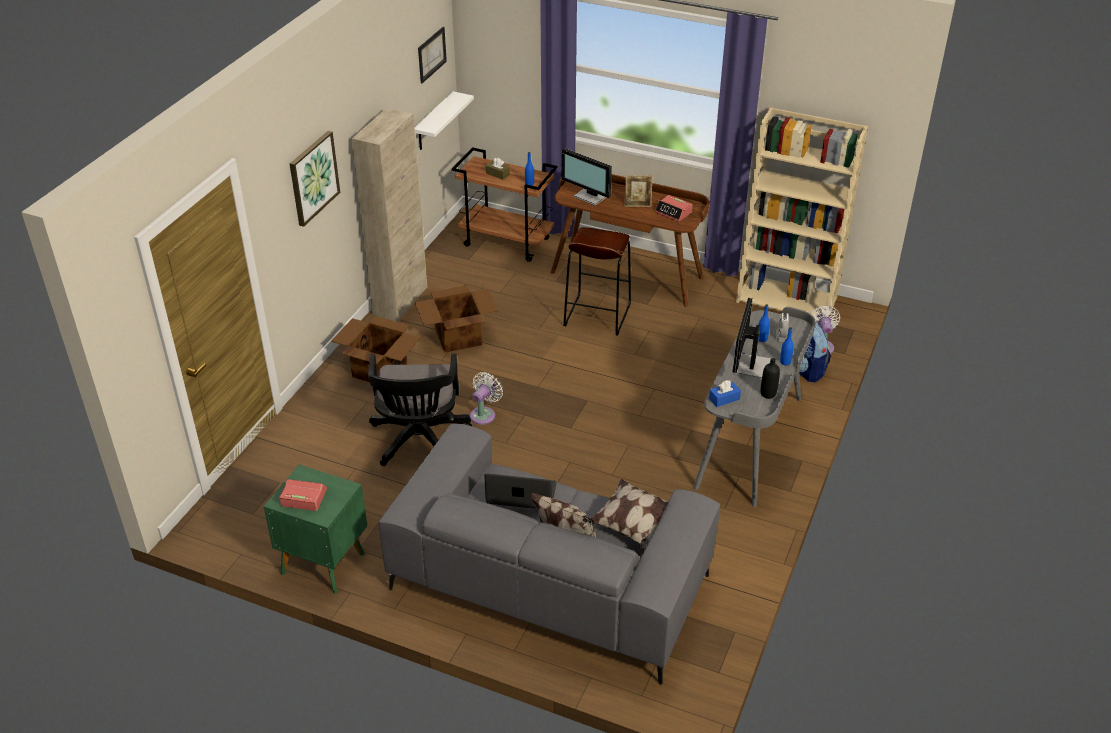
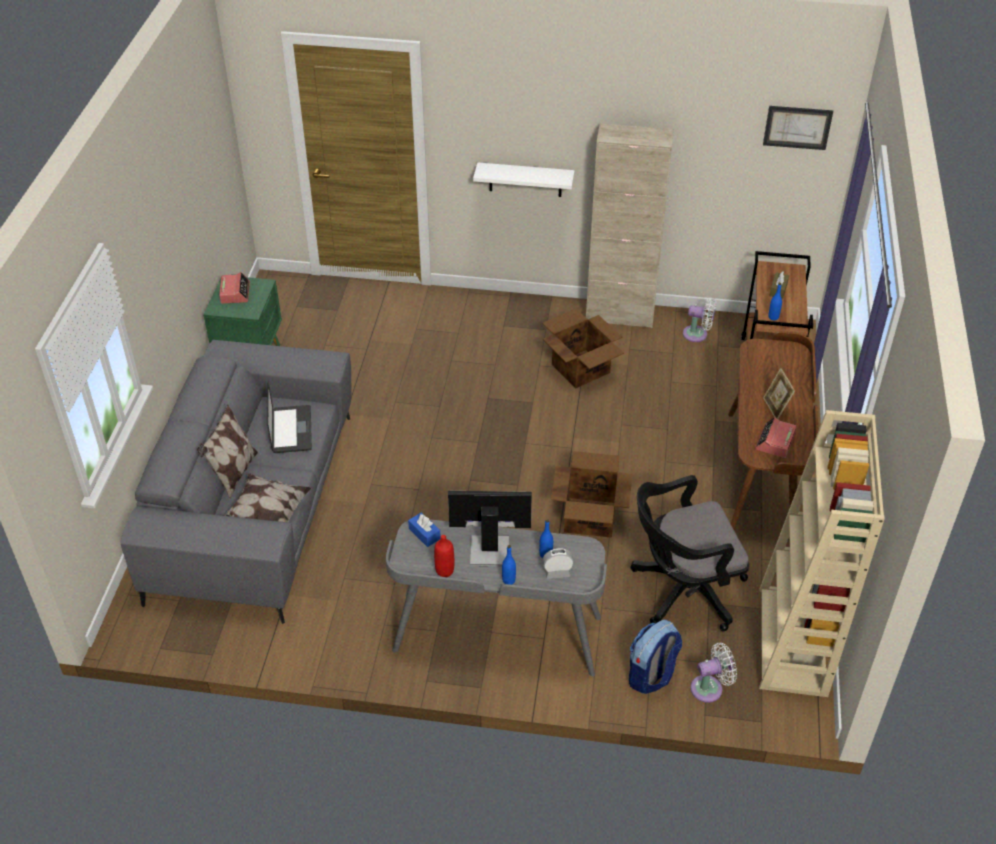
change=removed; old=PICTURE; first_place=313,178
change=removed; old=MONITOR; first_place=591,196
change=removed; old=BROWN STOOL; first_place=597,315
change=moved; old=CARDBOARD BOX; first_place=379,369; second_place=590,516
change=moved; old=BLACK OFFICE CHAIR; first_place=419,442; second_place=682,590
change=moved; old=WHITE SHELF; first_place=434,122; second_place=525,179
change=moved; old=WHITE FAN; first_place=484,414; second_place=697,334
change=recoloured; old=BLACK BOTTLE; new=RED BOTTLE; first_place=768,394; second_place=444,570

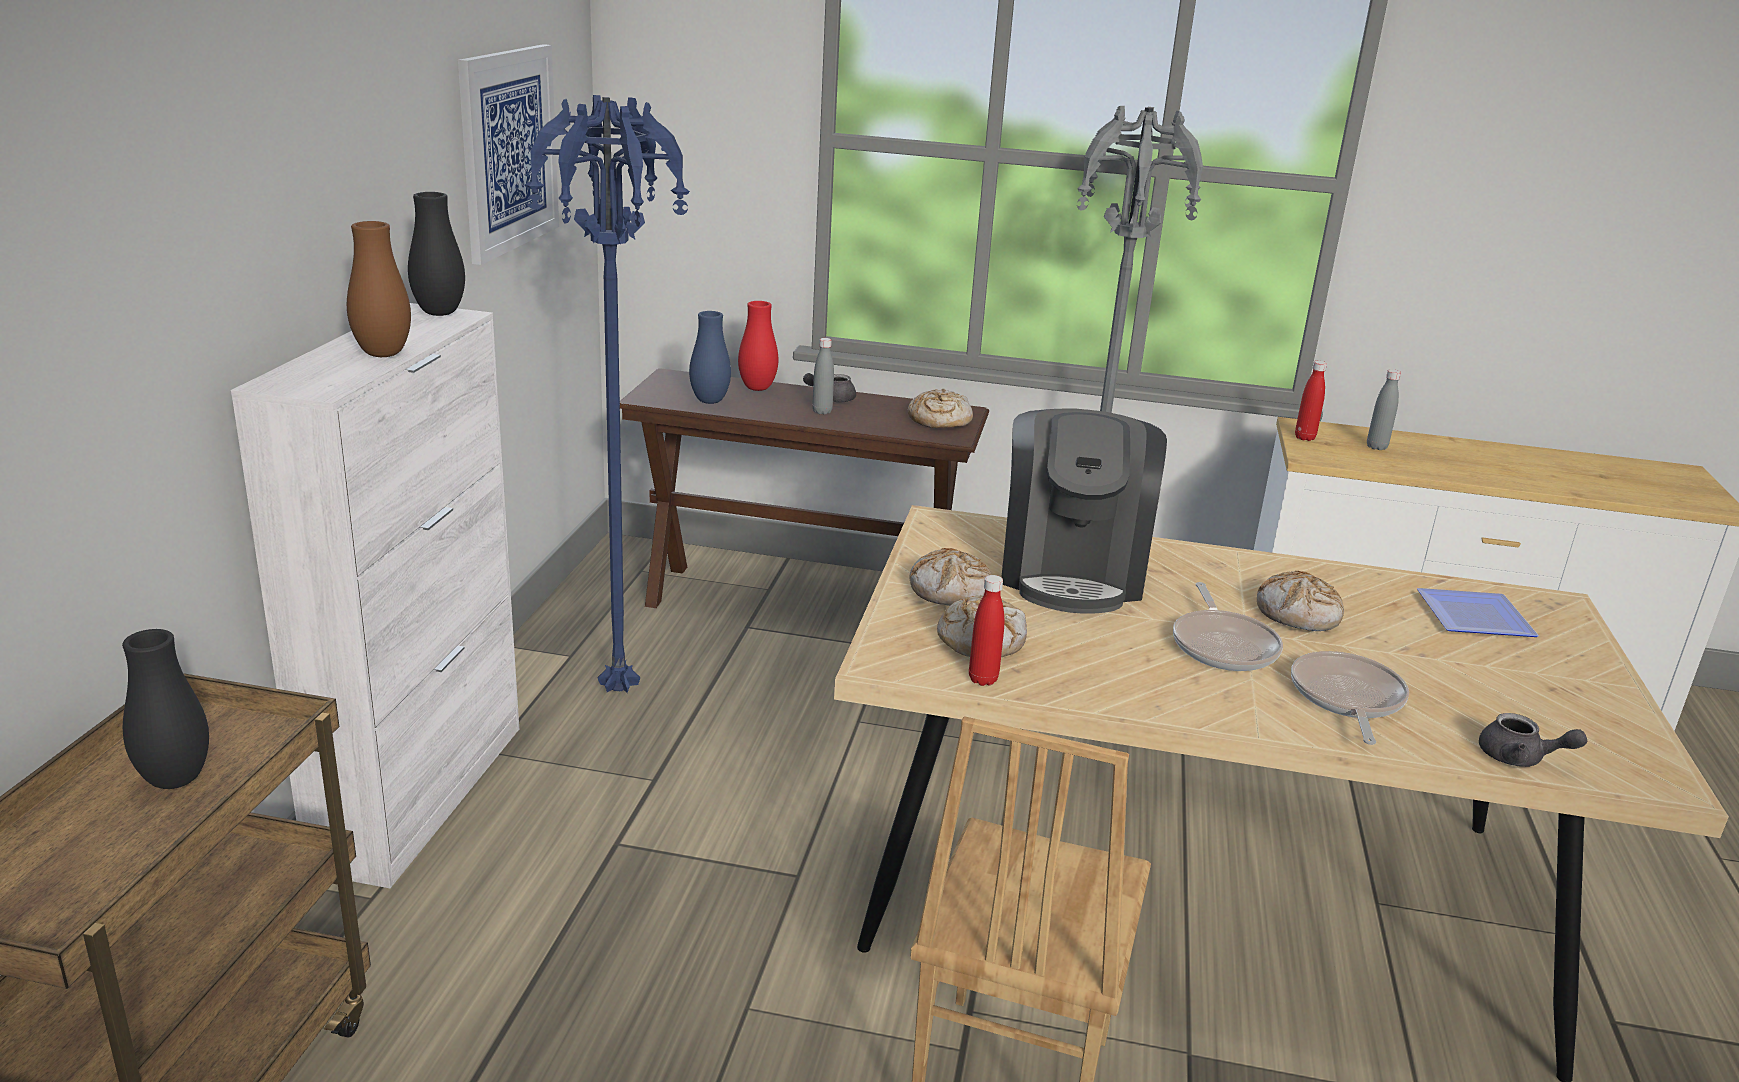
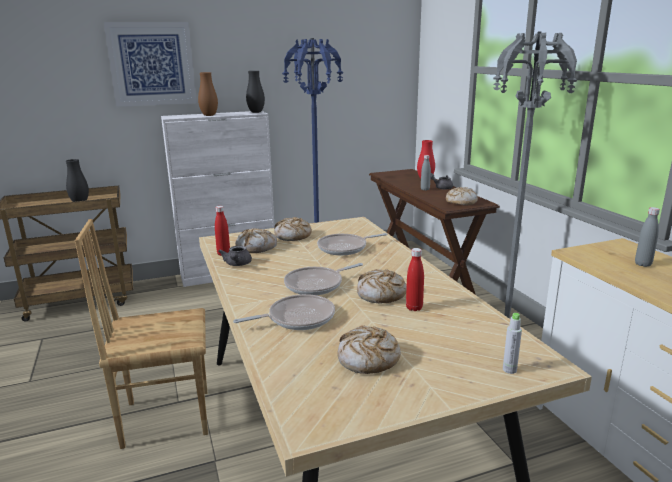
change=removed; old=BLUE VASE; first_place=710,401
change=removed; old=PLATE; first_place=1476,616
change=added; new=BREAD; second_place=368,359
change=added; new=GREY BOTTLE; second_place=509,370
change=moved; old=PICTURE; first_place=508,150; second_place=152,64
change=moved; old=RED BOTTLE; first_place=1304,438; second_place=414,308
change=moved; old=GREY TEAPOT; first_place=1519,758; second_place=237,264
change=replaced; old=COFFEE MACHINE; new=FRYING PAN; first_place=1071,573; second_place=345,248

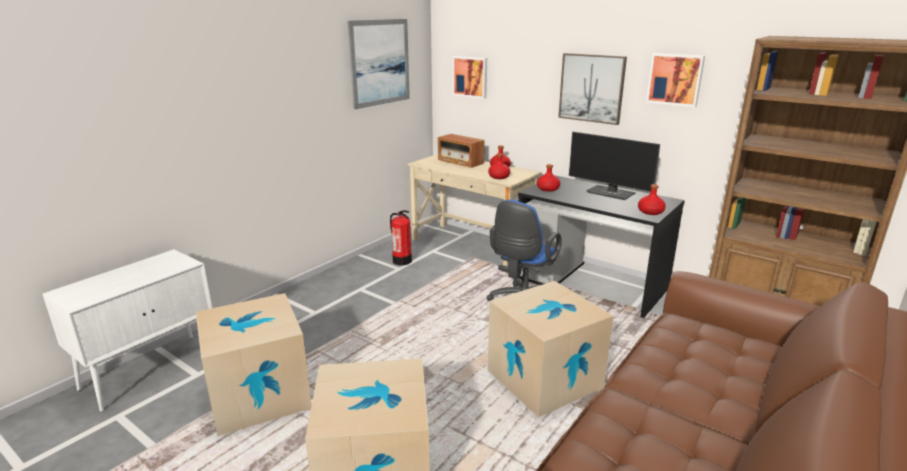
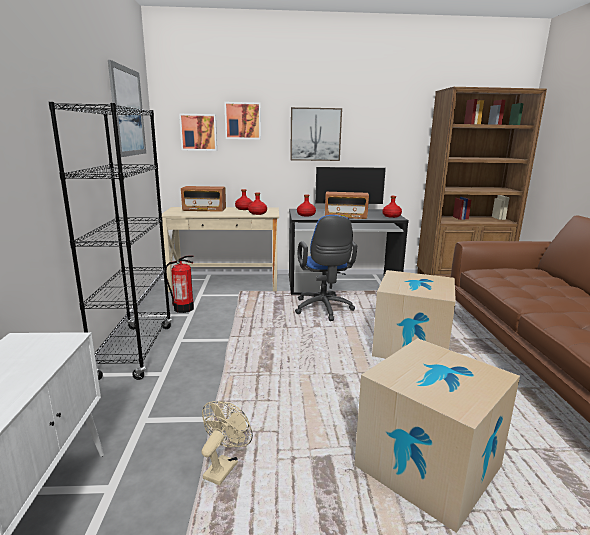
change=added; new=BLACK BOOKCASE; second_place=135,351
change=added; new=RADIO; second_place=345,216
change=moved; old=PICTURE; first_place=675,79; second_place=243,121
change=replaced; old=CARDBOARD BOX; new=BEIGE FAN; first_place=259,395; second_place=223,466

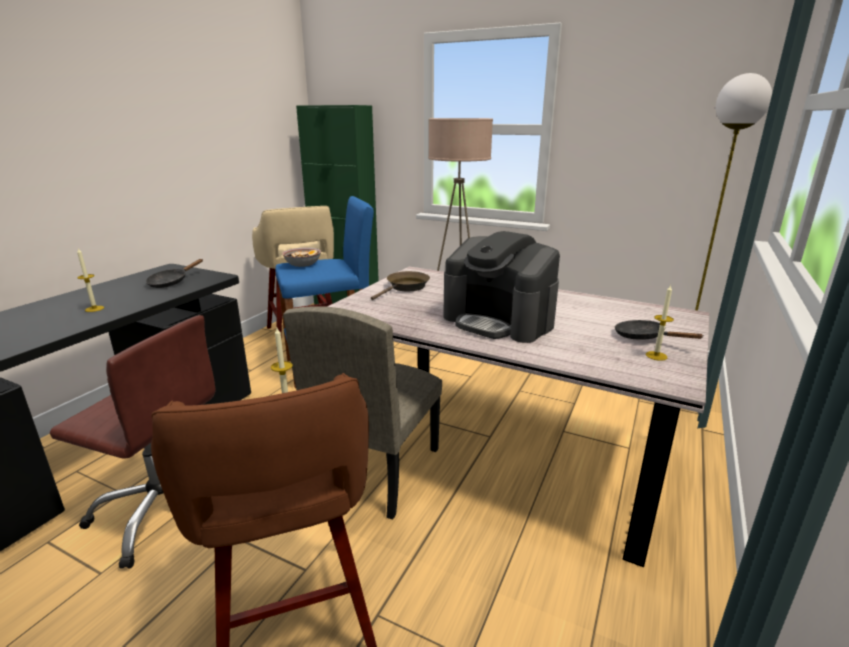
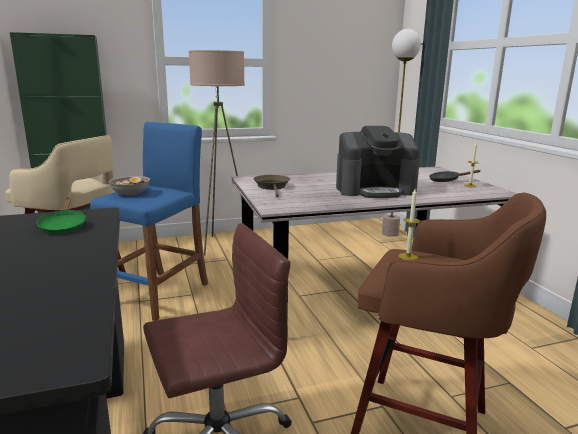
change=removed; old=CANDLE; first_place=94,309
change=removed; old=BEIGE CHAIR; first_place=376,470
change=recoloured; old=BLACK FRYING PAN; new=GREEN FRYING PAN; first_place=171,282; second_place=63,226

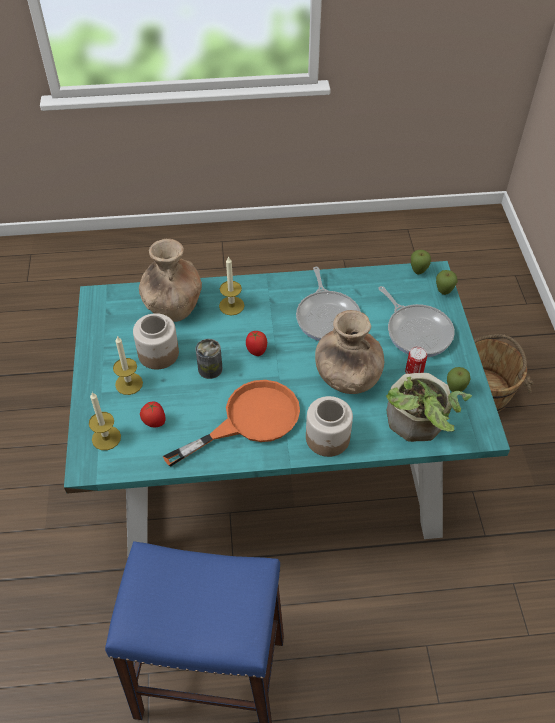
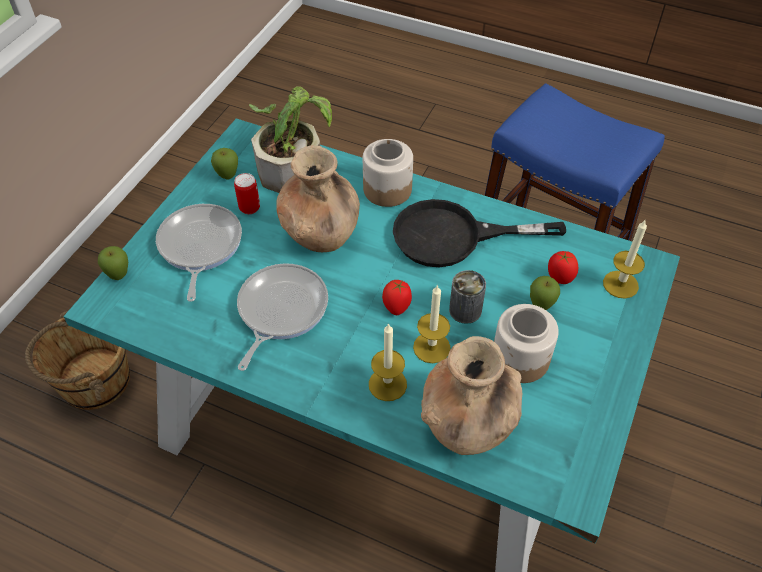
change=moved; old=CANDLE; first_place=129,383; second_place=431,347
change=moved; old=APPLE; first_place=418,272; second_place=540,306
change=recoloured; old=ORANGE FRYING PAN; new=BLACK FRYING PAN; first_place=249,420; second_place=454,236

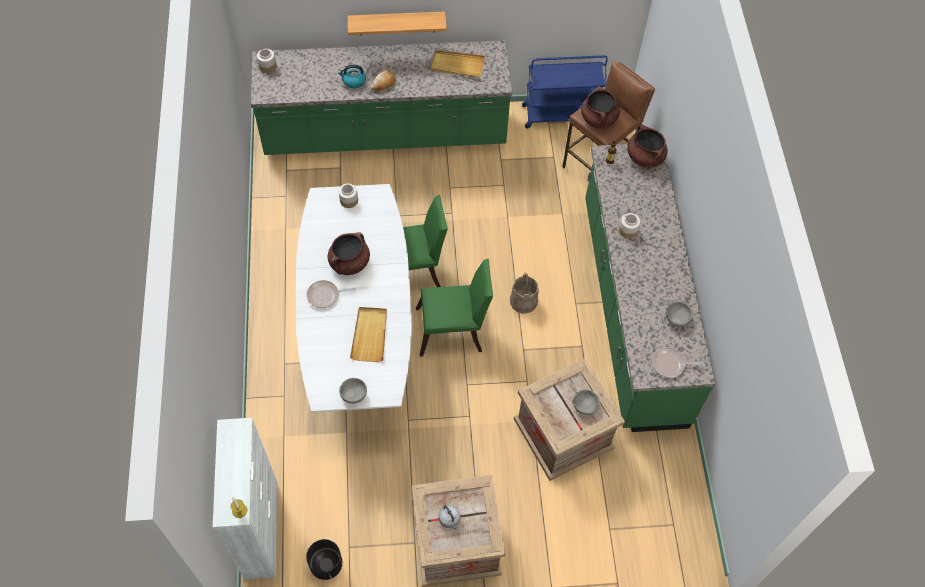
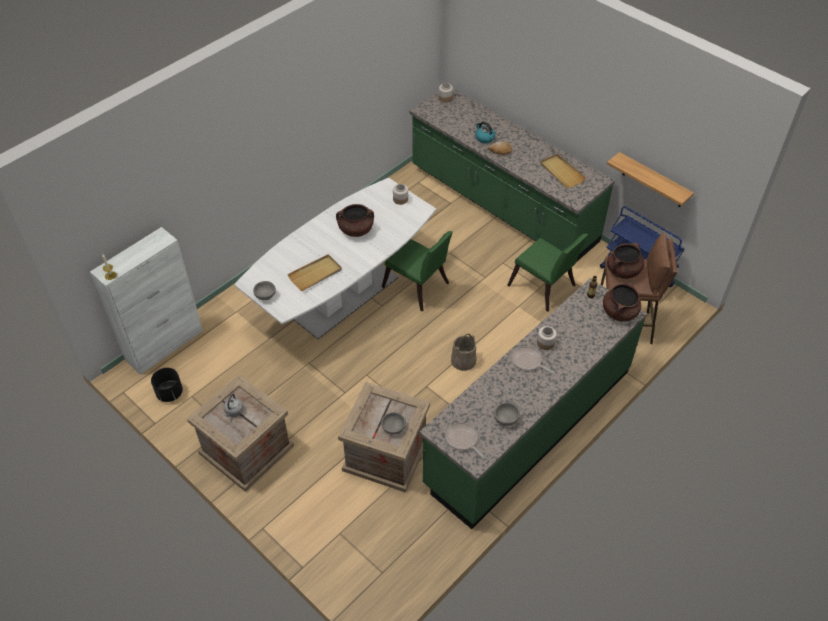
change=moved; old=FRYING PAN; first_place=325,295; second_place=528,361
change=moved; old=SHELF; first_place=396,23; second_place=653,181
change=moved; old=GREEN CHAIR; first_place=454,330; second_place=544,288

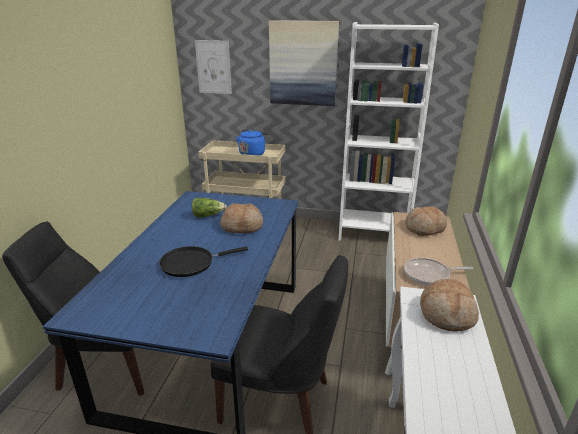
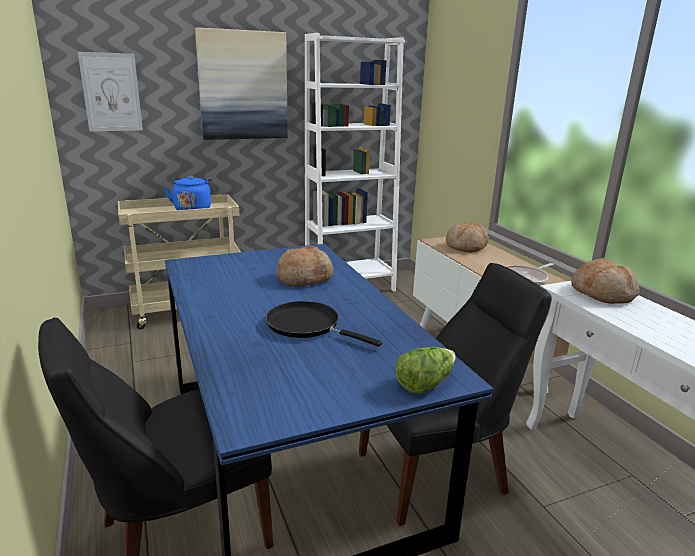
change=moved; old=LETTUCE; first_place=208,215; second_place=425,383
change=turned; old=BLACK FRYING PAN; first_place=191,263; second_place=307,325; degrees=90

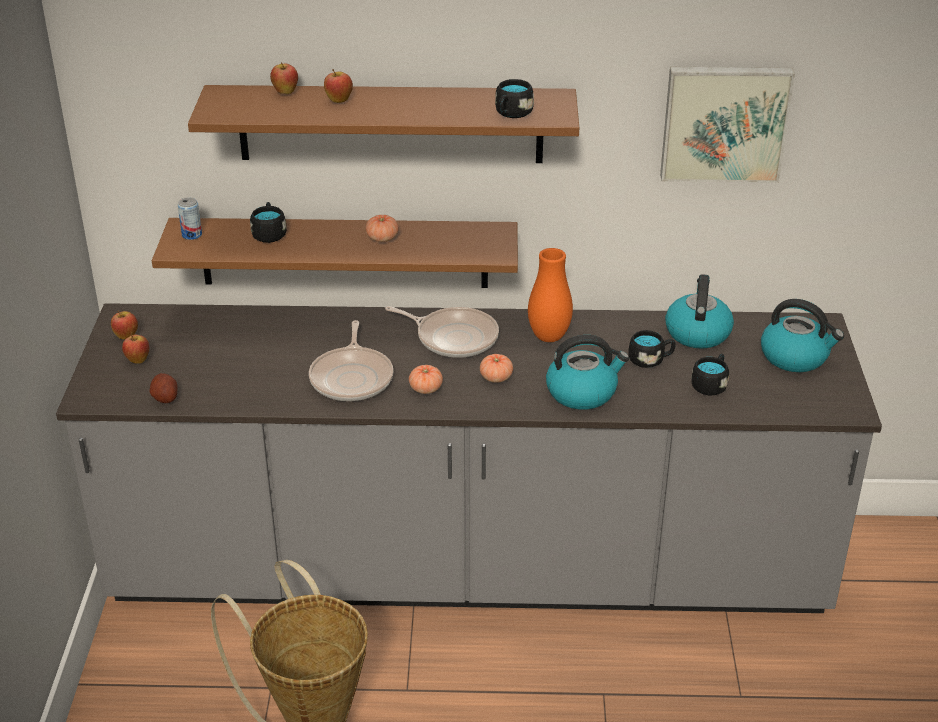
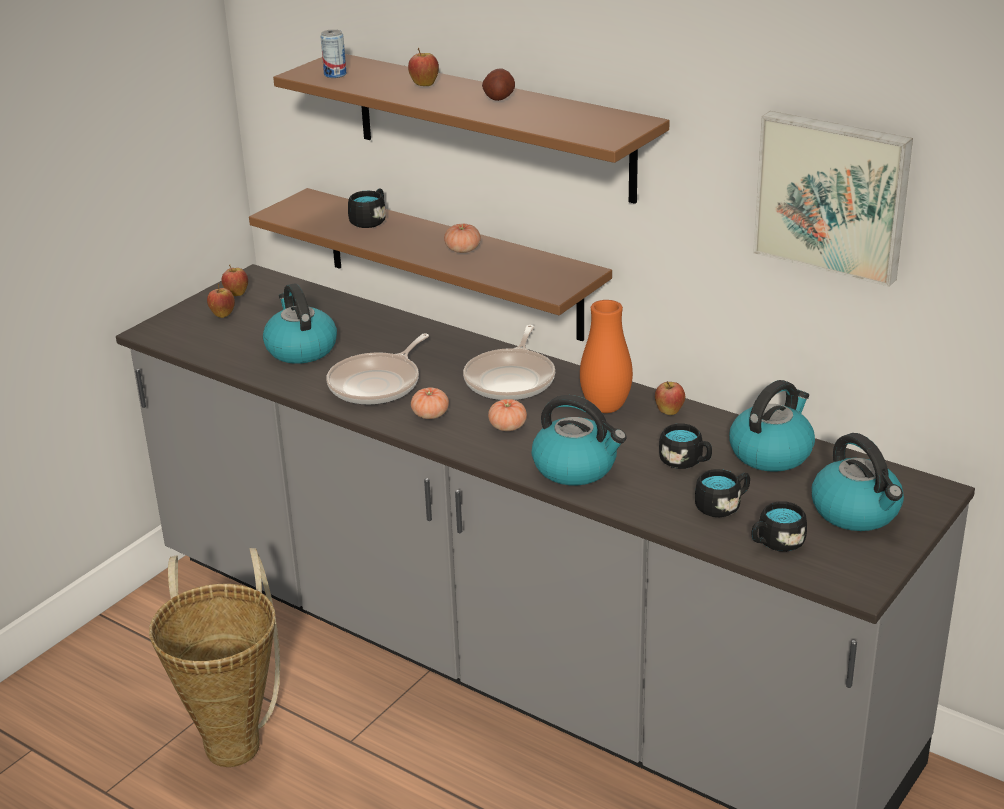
change=added; new=KETTLE; second_place=300,349
change=moved; old=POTATO; first_place=165,397; second_place=498,97
change=moved; old=CAN; first_place=192,235; second_place=335,75
change=moved; old=APPLE; first_place=285,93; second_place=669,412
change=moved; old=BLACK MUG; first_place=511,114; second_place=776,543
change=turned; old=FRYING PAN; first_place=453,337; second_place=511,379; degrees=45

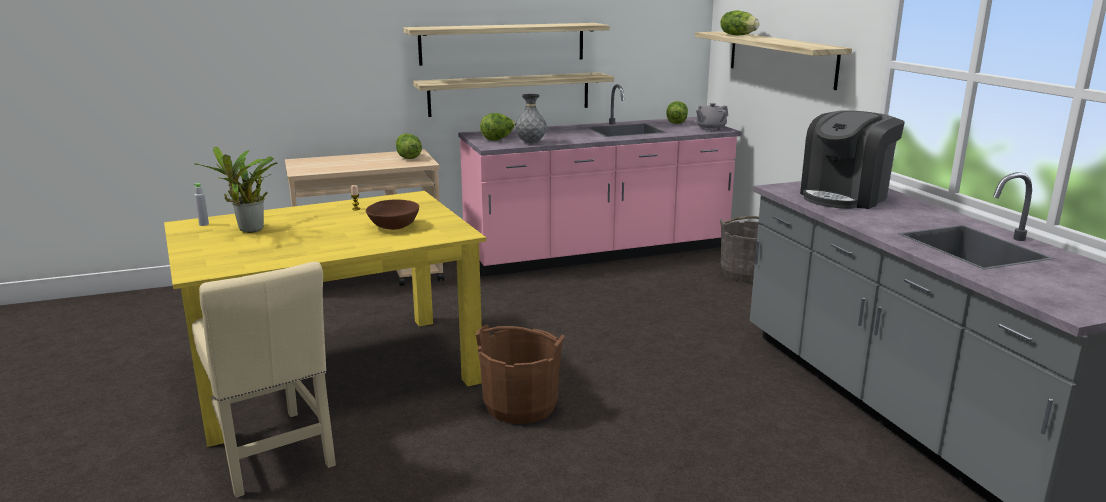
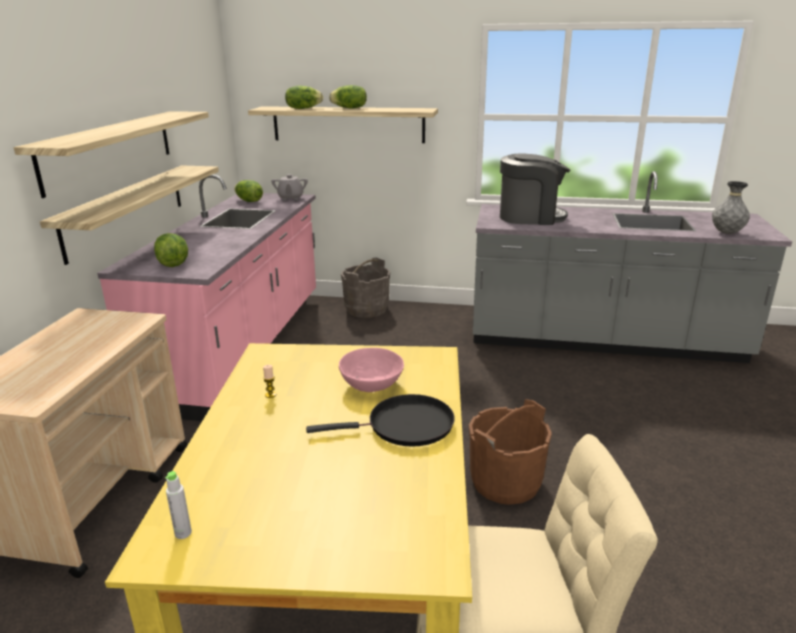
change=removed; old=POTTED PLANT; first_place=249,231
change=added; new=BLACK FRYING PAN; second_place=405,426
change=moved; old=LETTUCE; first_place=408,158; second_place=349,108
change=moved; old=GREY VASE; first_place=531,143; second_place=727,233
change=recoloured; old=BROWN BOWL; new=PINK BOWL; first_place=394,226; second_place=372,384
change=turned; old=COFFEE MACHINE; first_place=845,197; second_place=530,217; degrees=-75

